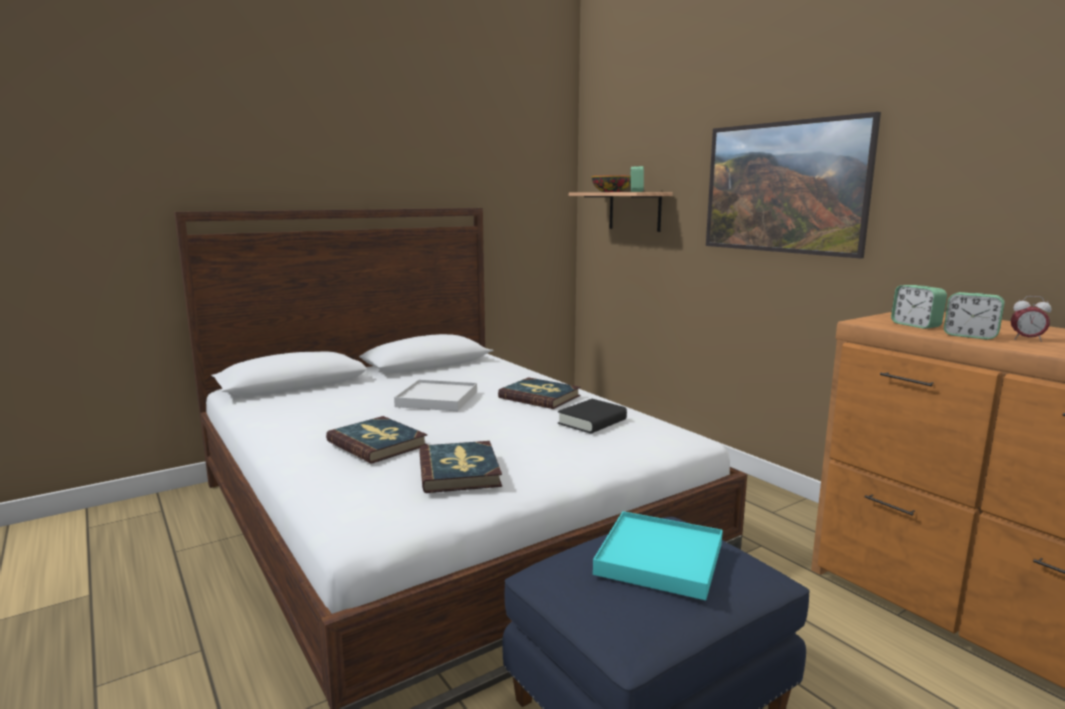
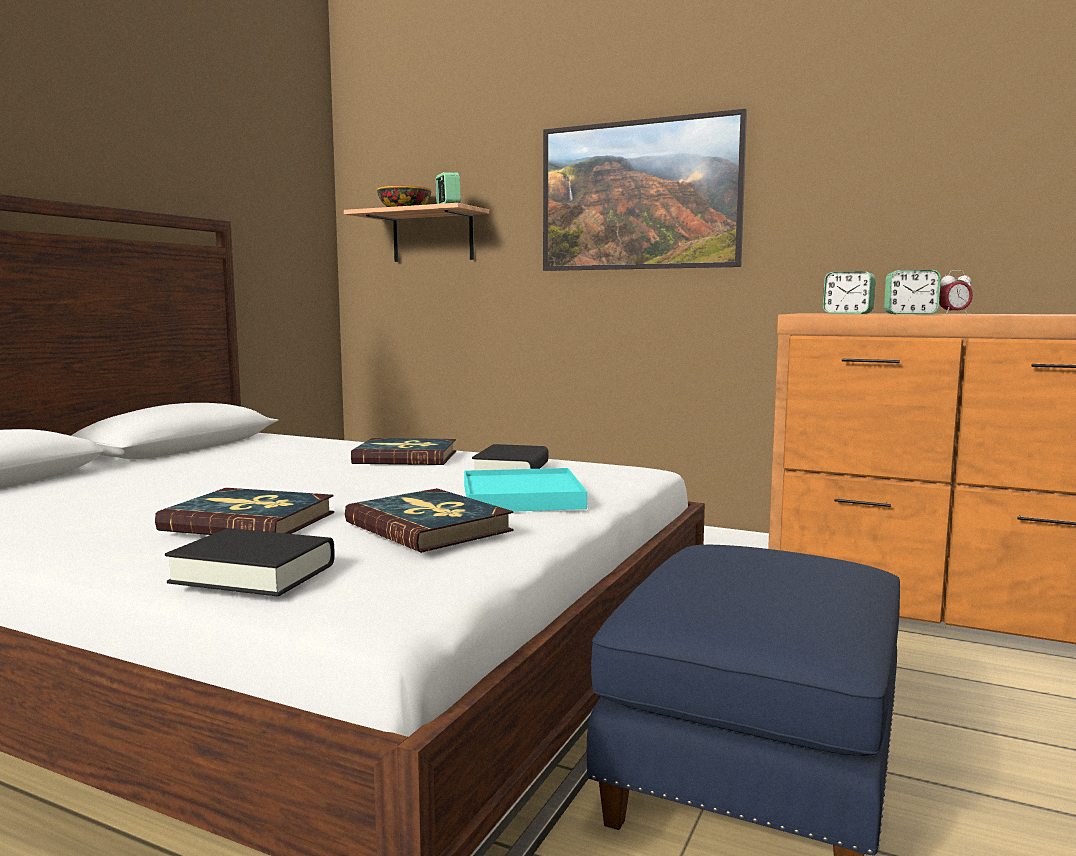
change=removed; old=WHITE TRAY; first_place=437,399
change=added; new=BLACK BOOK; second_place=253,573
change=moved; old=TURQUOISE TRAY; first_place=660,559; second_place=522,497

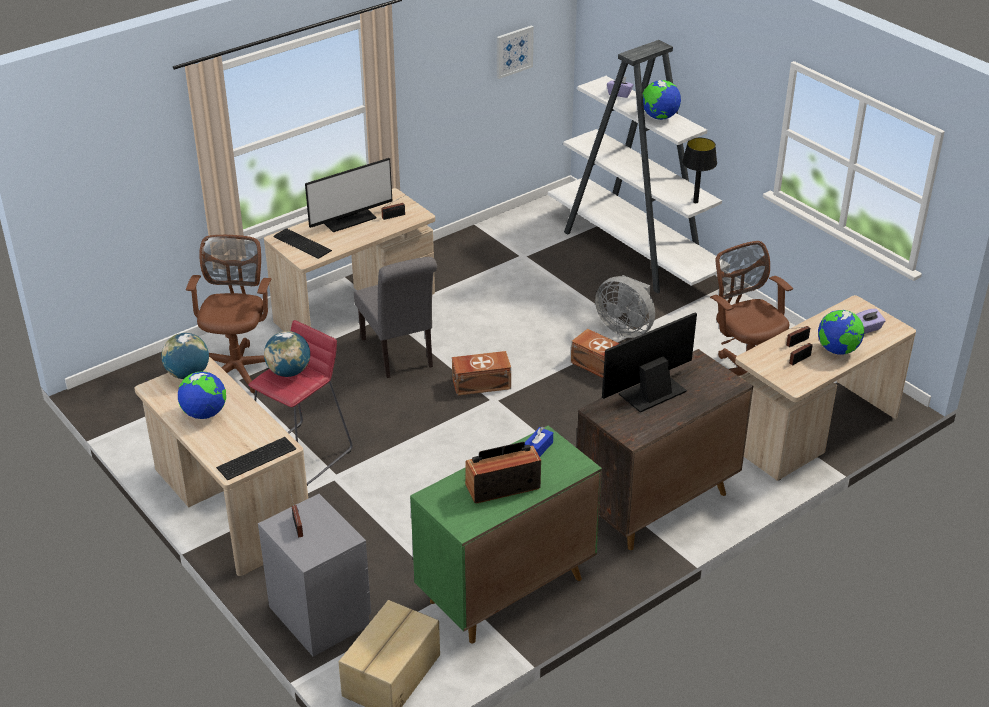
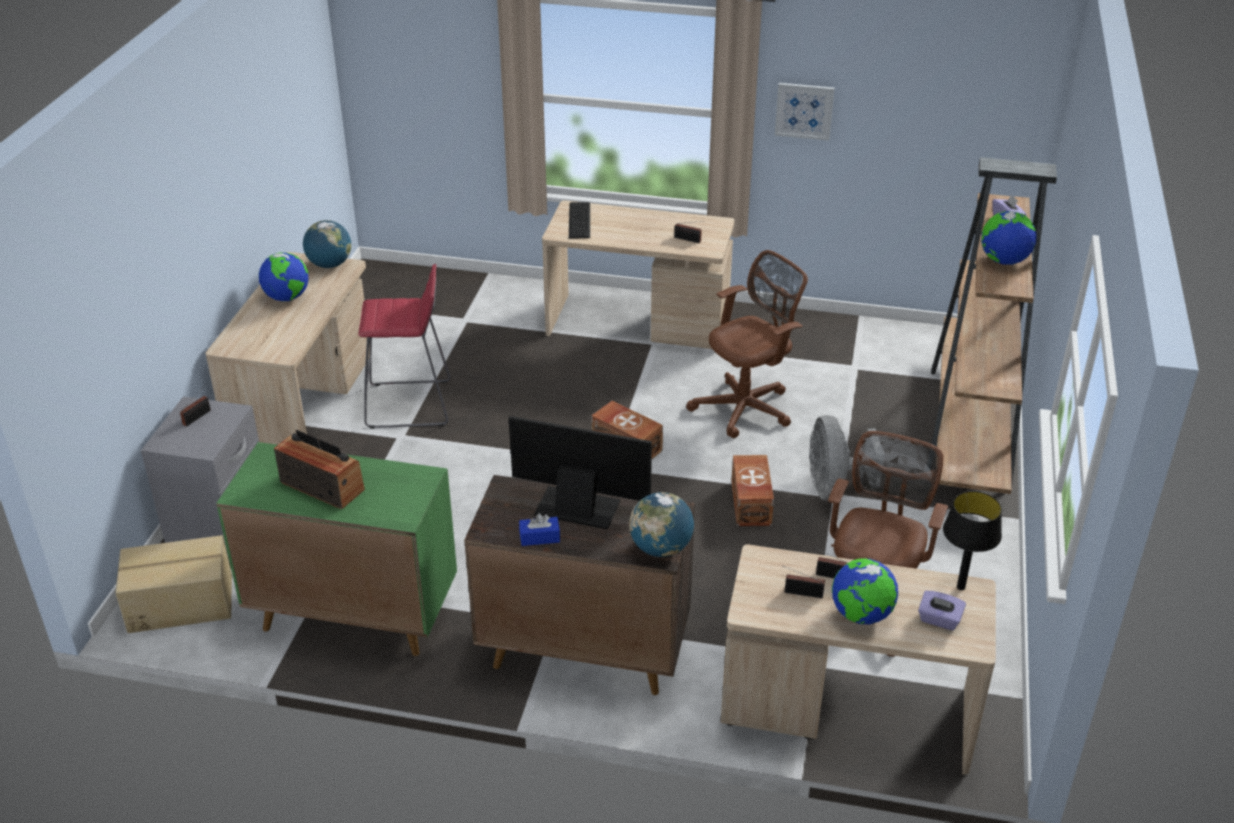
change=removed; old=KEYBOARD; first_place=255,458
change=removed; old=MONITOR; first_place=348,219
change=removed; old=GREY CHAIR; first_place=399,355
change=moved; old=BROWN OFFICE CHAIR; first_place=238,369; second_place=747,408
change=moved; old=GLOBE; first_place=289,372; second_place=661,548
change=moved; old=PICTURE; first_place=514,51; second_place=804,110
change=moved; old=BLUE TISSUE BOX; first_place=538,448; second_place=539,537
change=moved; old=BLACK TABLE LAMP; first_place=695,202; second_place=960,587
change=recoloured; old=WHITE BOOKCASE; new=BROWN BOOKCASE; first_place=634,253; second_place=969,429

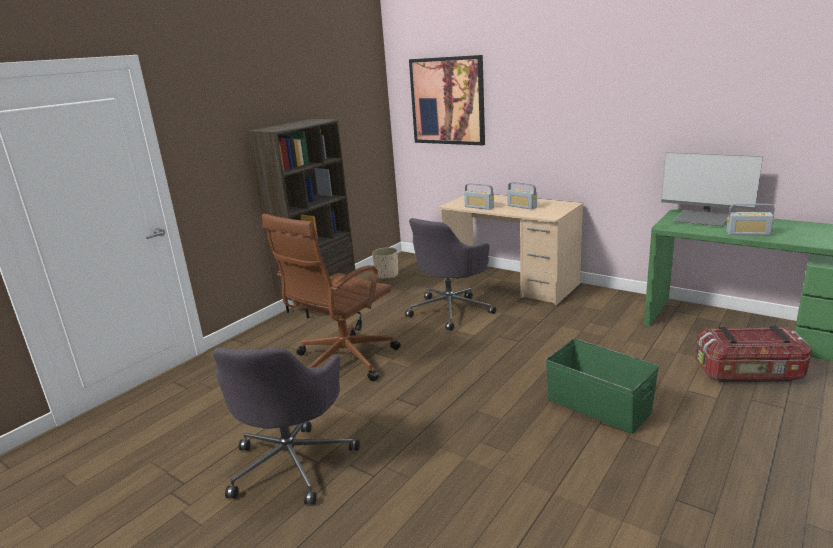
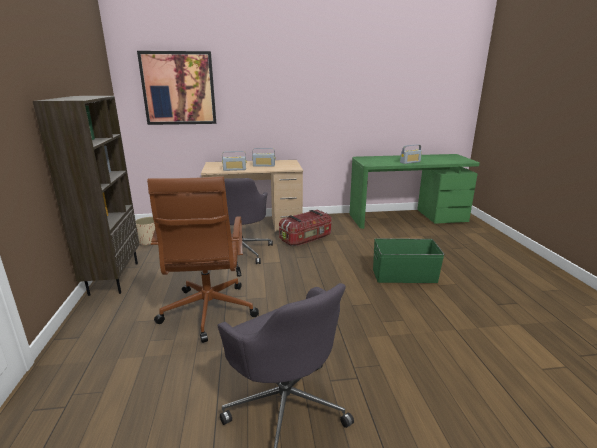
change=removed; old=MONITOR; first_place=702,219
change=moved; old=STORAGE BOX; first_place=749,373; second_place=306,238

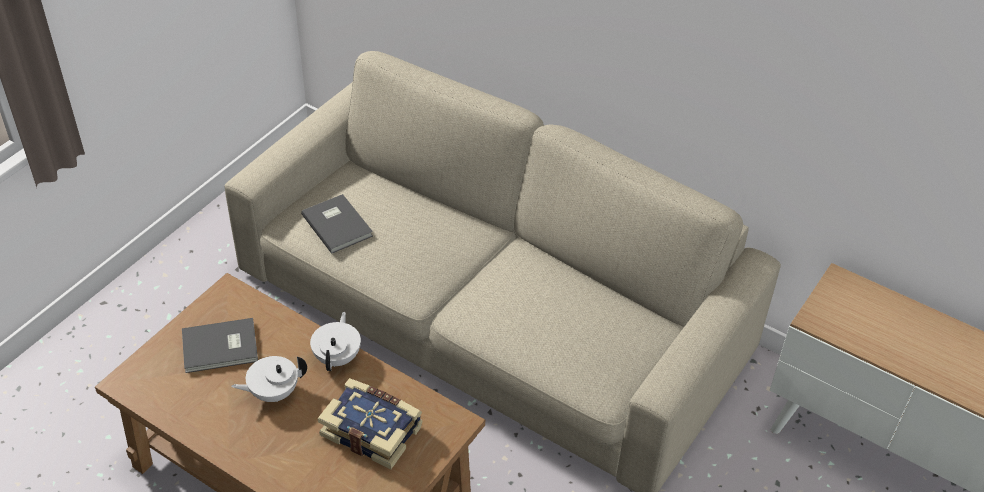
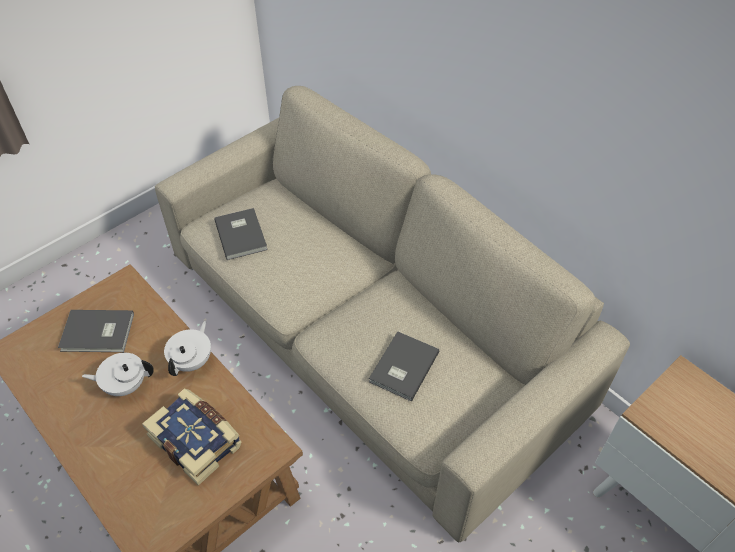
change=added; new=GREY BOOK; second_place=402,367

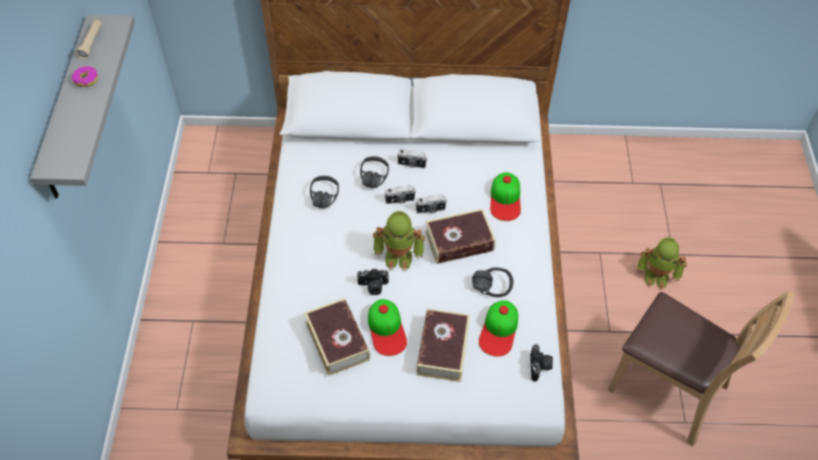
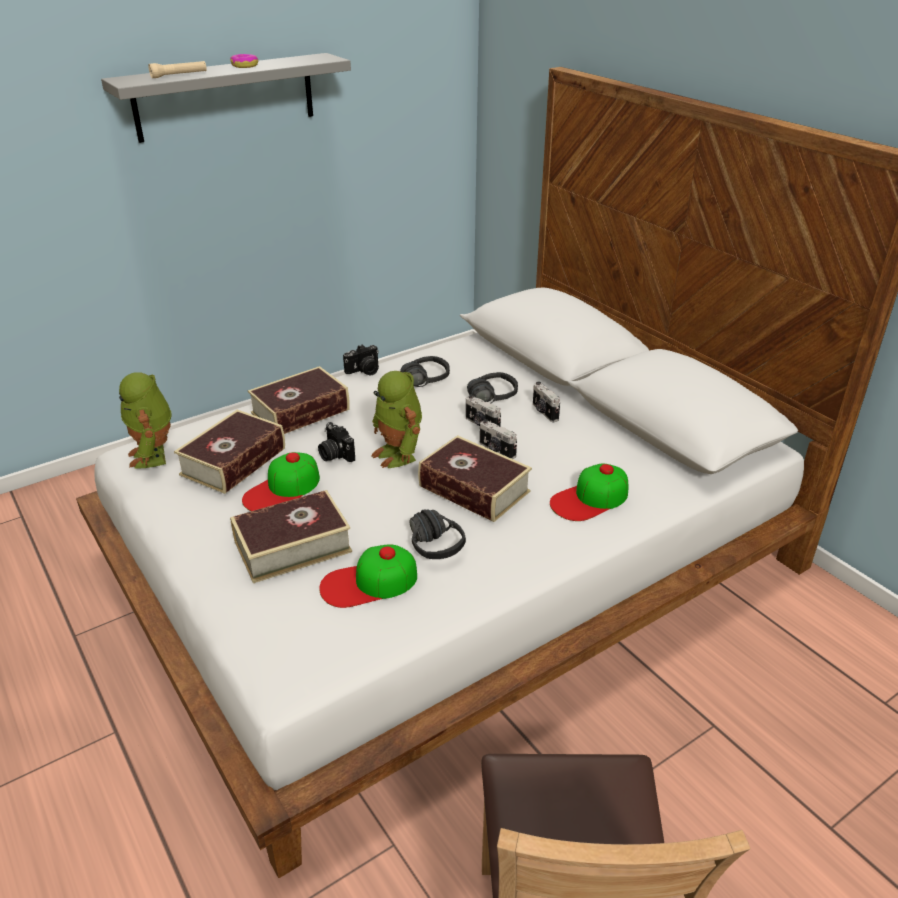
change=added; new=BOOK; second_place=300,411
change=moved; old=BEIGE FLASHLIGHT; first_place=91,42; second_place=179,75
change=moved; old=PHOTO CAMERA; first_place=539,367; second_place=364,371
change=moved; old=TOY ROBOT; first_place=656,276; second_place=154,456

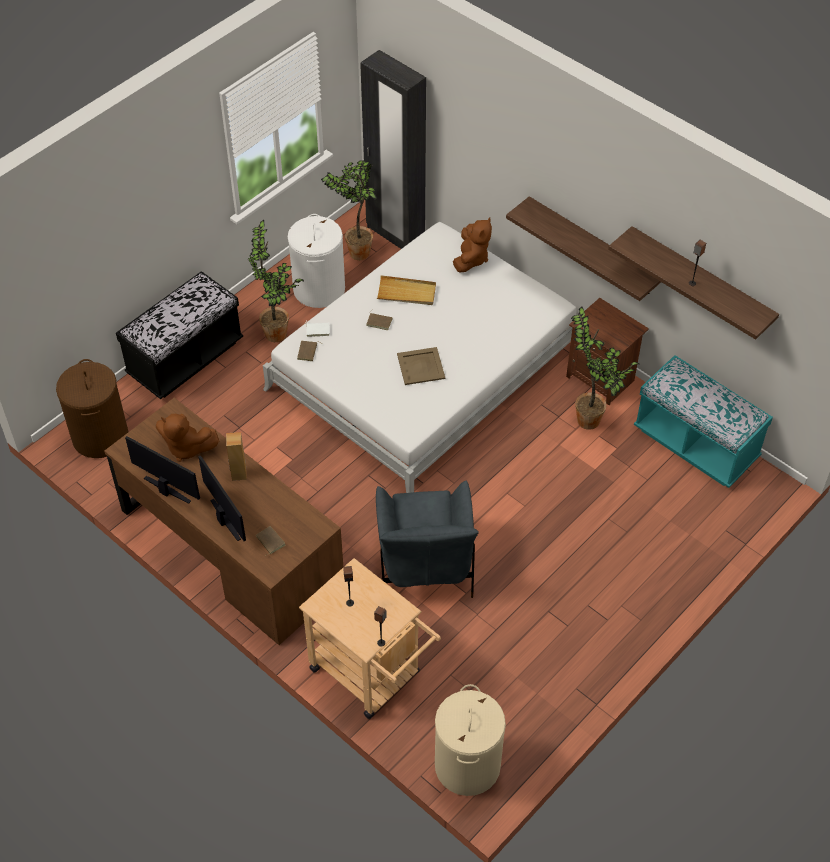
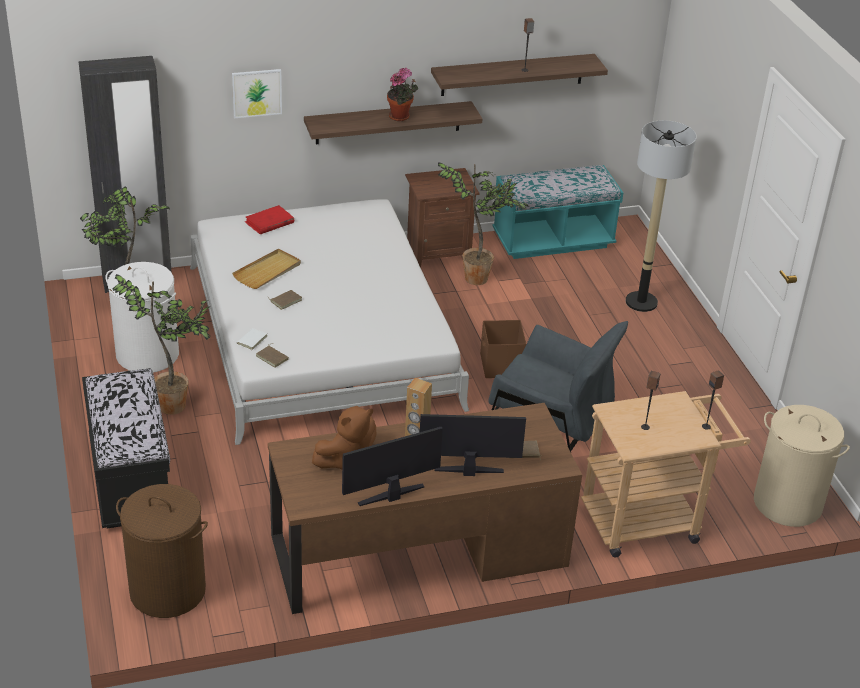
change=removed; old=BEIGE TRAY; first_place=420,366
change=added; new=PICTURE; second_place=257,93
change=added; new=POTTED PLANT; second_place=401,117
change=added; new=BROWN STORAGE BOX; second_place=501,366
change=added; new=FLOOR LAMP; second_place=641,302
change=replaced; old=BROWN PLUSH TOY; new=RED BOOK; first_place=471,259; second_place=269,222

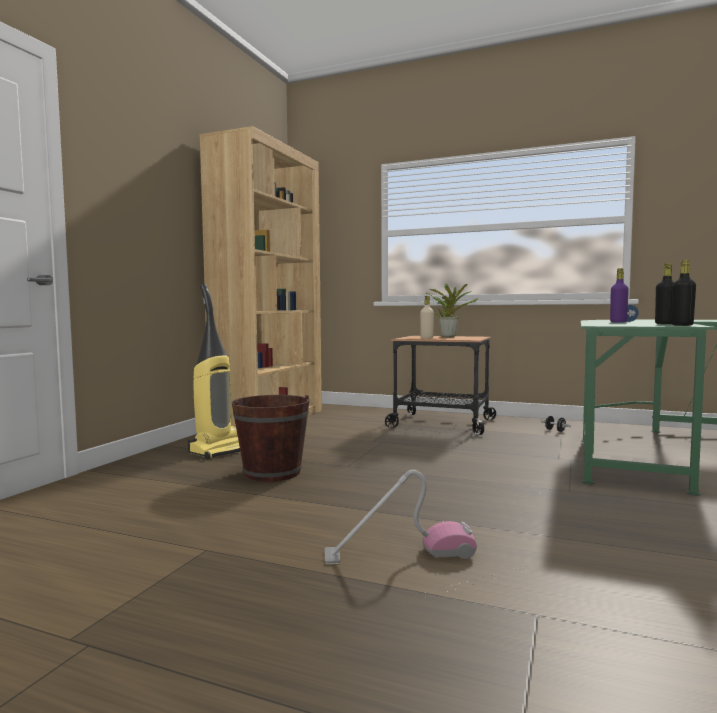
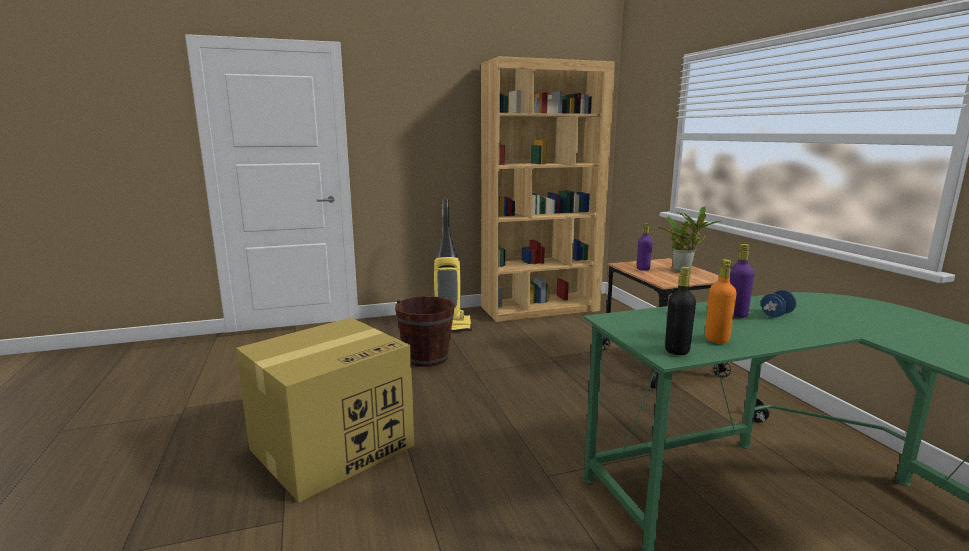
change=replaced; old=VACUUM CLEANER; new=CARDBOARD BOX; first_place=399,554; second_place=333,446
change=recoloured; old=BEIGE BOTTLE; new=PURPLE BOTTLE; first_place=427,338; second_place=643,269
change=recoloured; old=BLACK BOTTLE; new=ORANGE BOTTLE; first_place=665,324; second_place=716,339

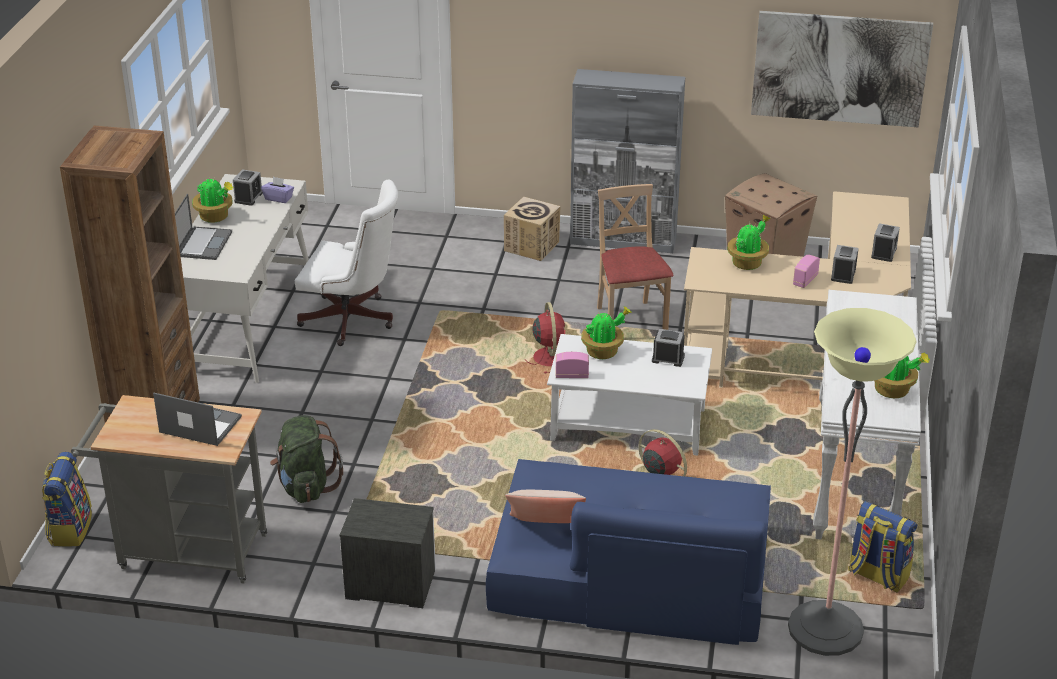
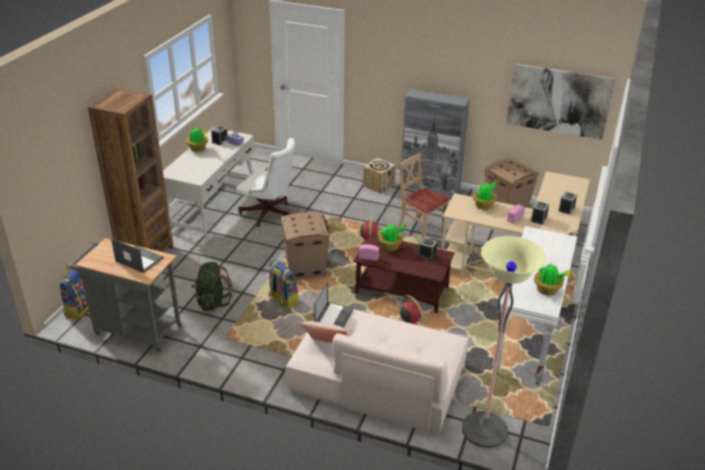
change=removed; old=NIGHTSTAND; first_place=389,584
change=added; new=CARDBOARD BOX; second_place=305,267
change=moved; old=LAPTOP; first_place=203,243; second_place=334,316
change=moved; old=BACKPACK; first_place=877,575; second_place=282,300
change=recoloured; old=BLUE SOFA; new=BEIGE SOFA; first_place=630,573; second_place=377,378
change=recoloured; old=WHITE COFFEE TABLE; new=BROWN COFFEE TABLE; first_place=627,425; second_place=401,290
change=turned; old=BEIGE CHAIR; first_place=630,321; second_place=420,232; degrees=-45

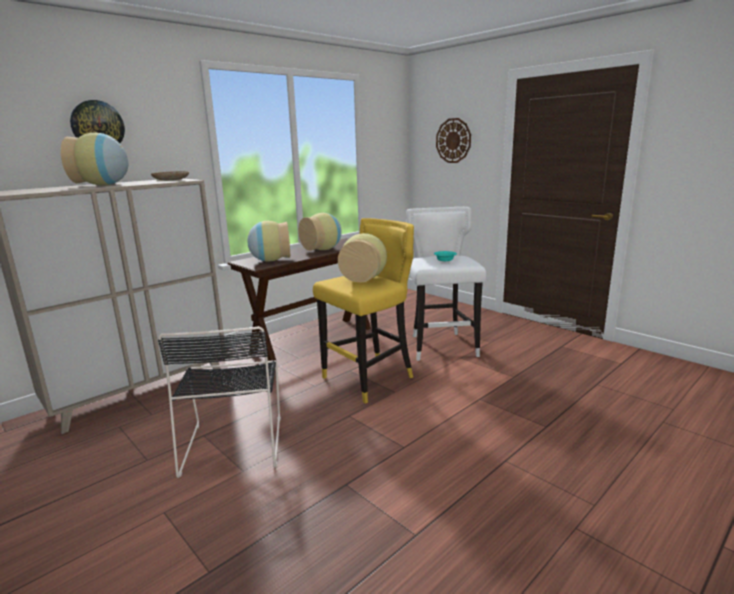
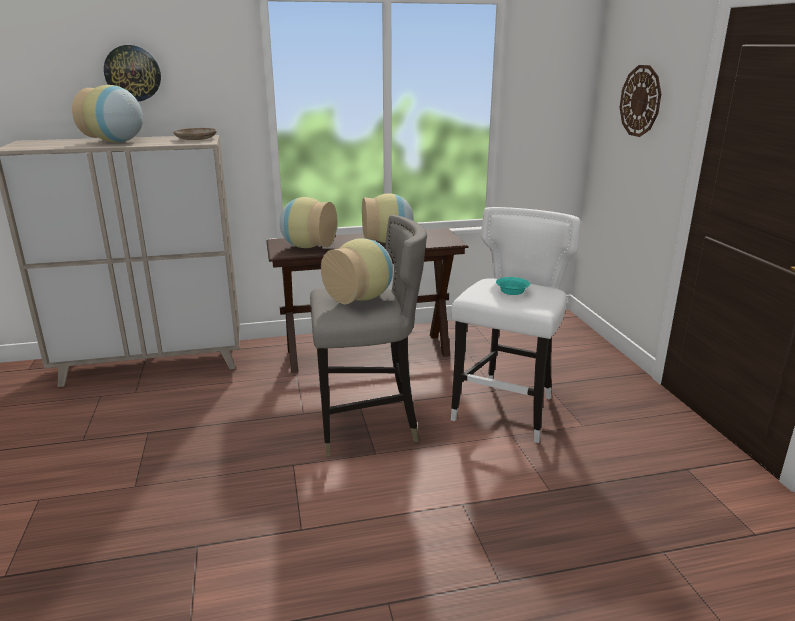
change=removed; old=BLACK CHAIR; first_place=234,442
change=recoloured; old=YELLOW STOOL; new=GREY STOOL; first_place=370,379; second_place=368,426

